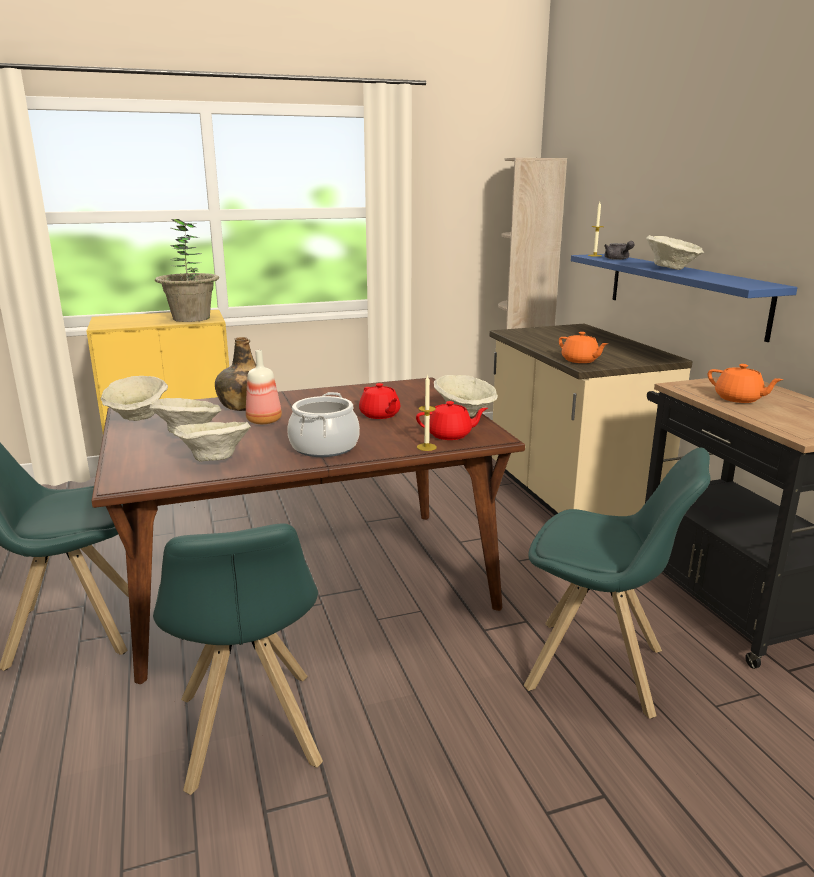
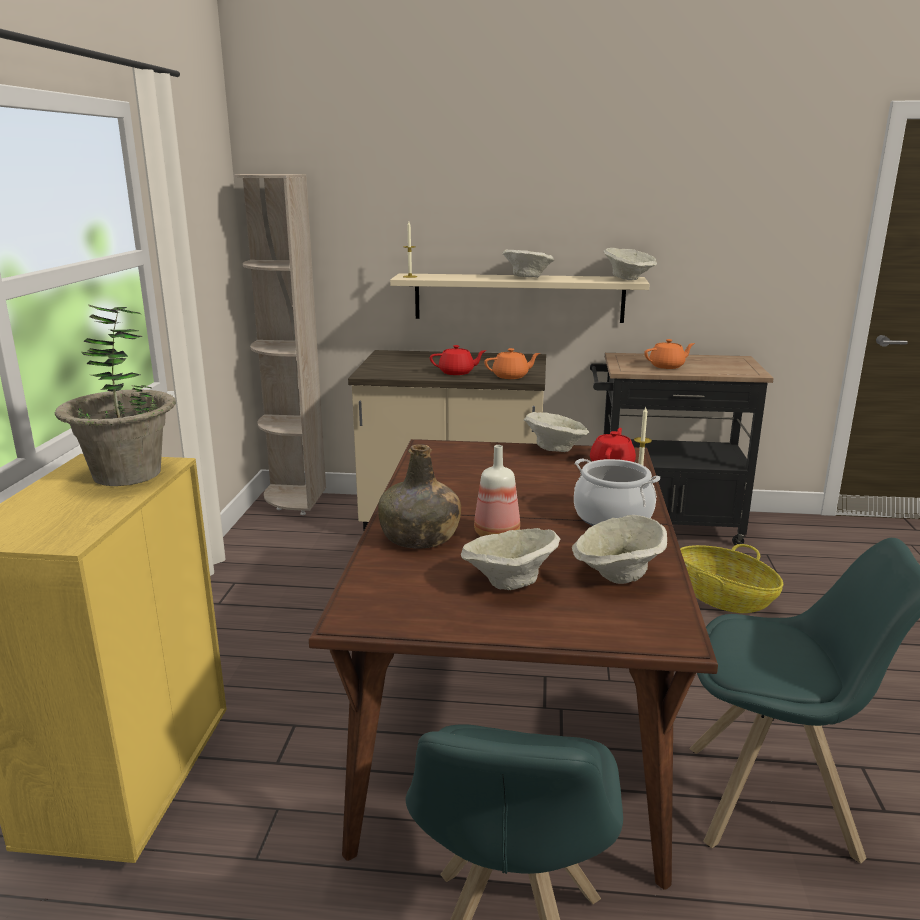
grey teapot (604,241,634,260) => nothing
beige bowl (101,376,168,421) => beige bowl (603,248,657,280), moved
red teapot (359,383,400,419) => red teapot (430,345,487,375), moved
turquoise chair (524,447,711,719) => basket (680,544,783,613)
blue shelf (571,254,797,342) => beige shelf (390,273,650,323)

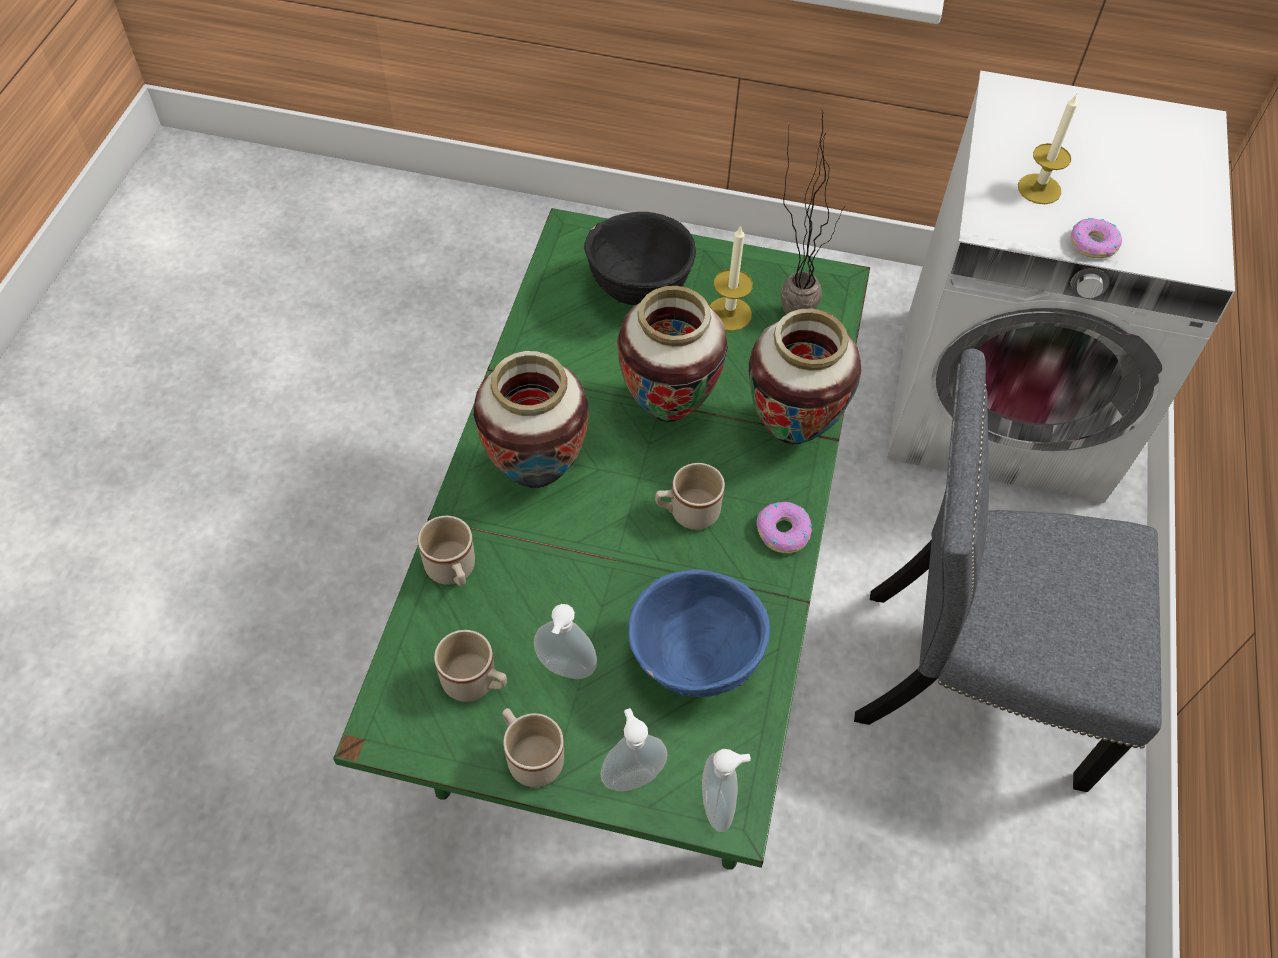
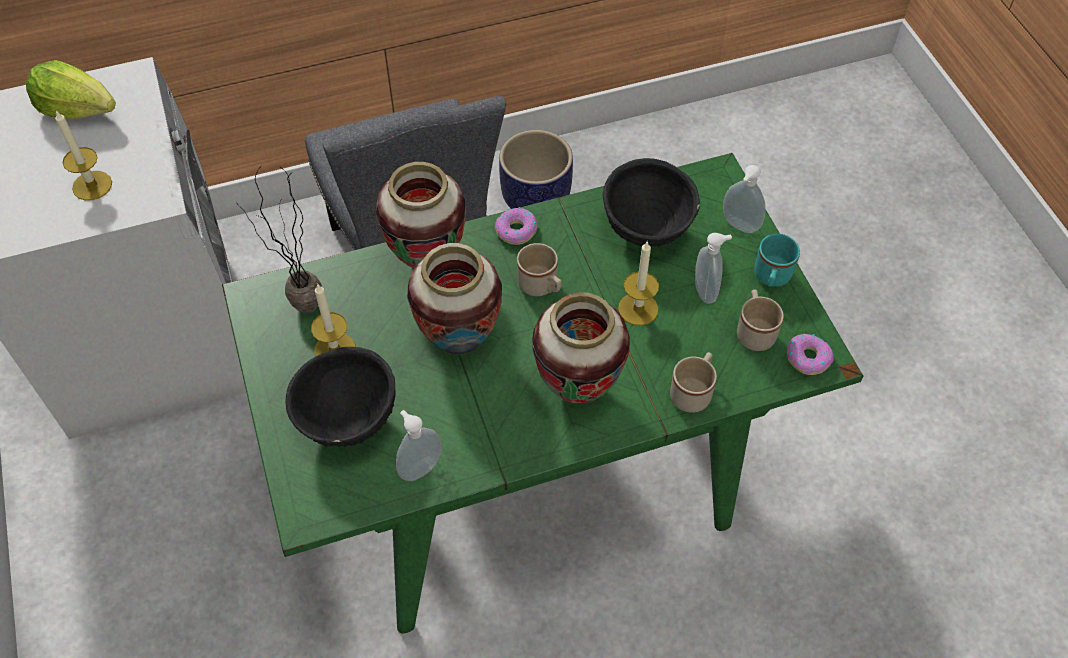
nothing => lettuce (26,60,116,119)
nothing => planter (499,130,573,209)
nothing => candle (618,242,659,326)
soap dispenser (702,749,751,832) => soap dispenser (396,410,442,481), moved
donut (1071,218,1122,258) => donut (787,334,834,375), moved
beige mug (502,708,564,787) => turquoise mug (754,234,800,287)
blue bowl (628,569,770,698) => black bowl (603,158,700,247)

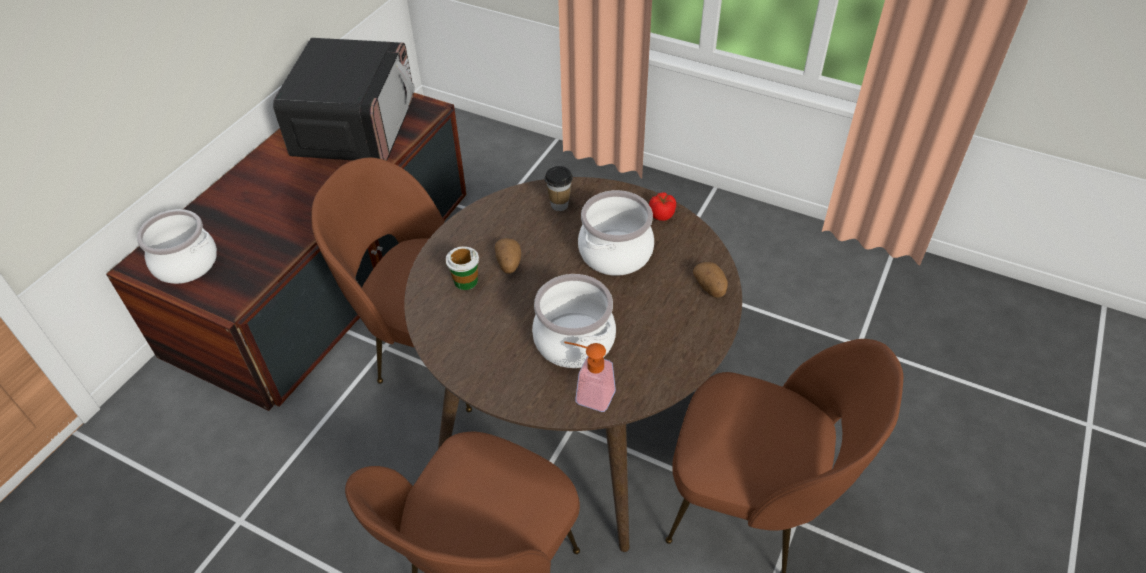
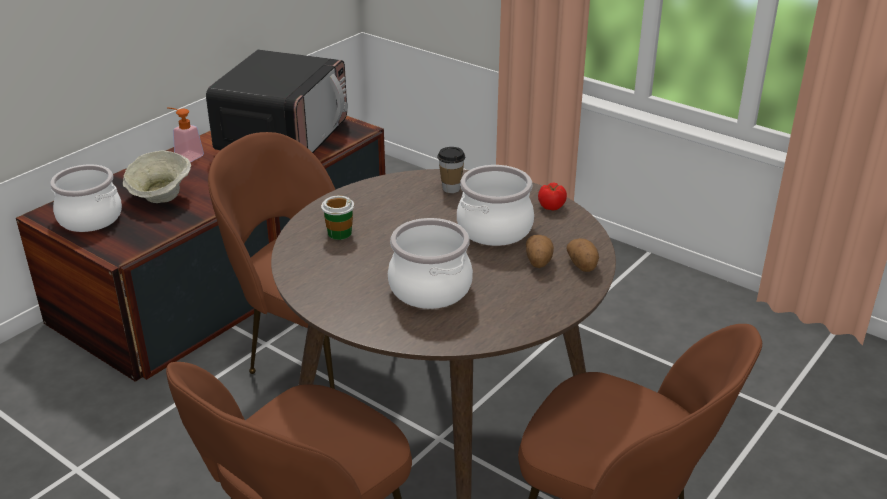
nothing => beige bowl (123,150,191,203)
potato (495,238,521,274) => potato (526,235,554,268), moved
soap dispenser (564,342,616,412) => soap dispenser (167,107,204,162), moved

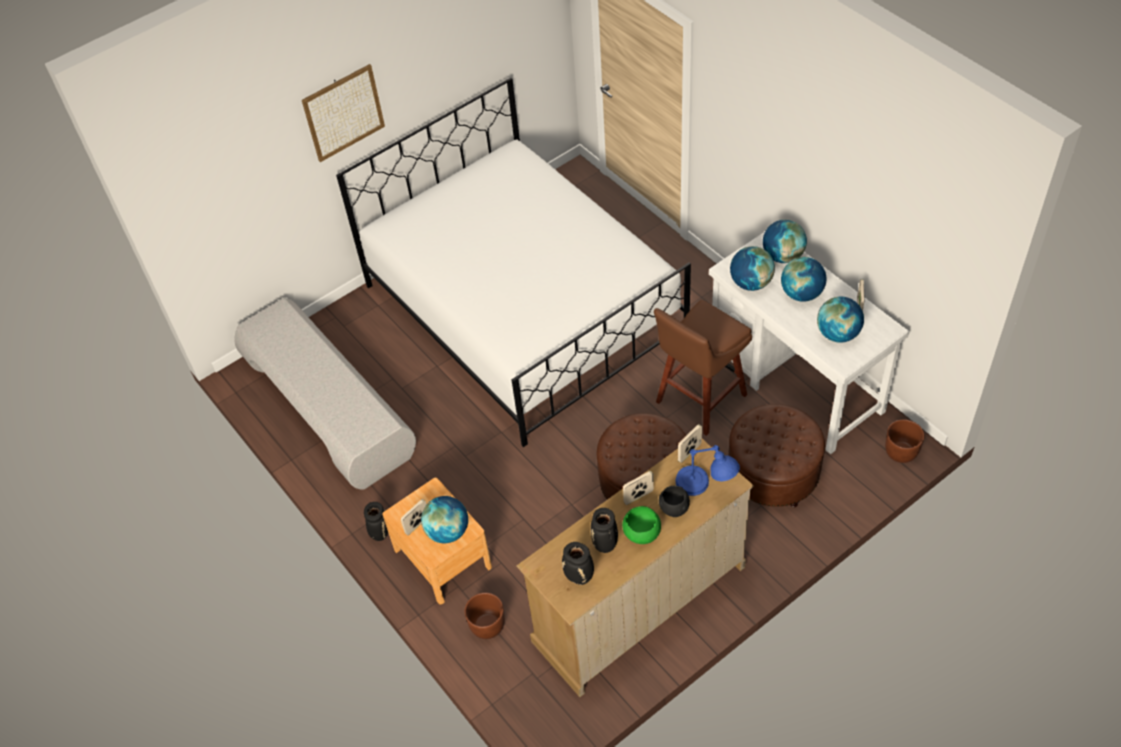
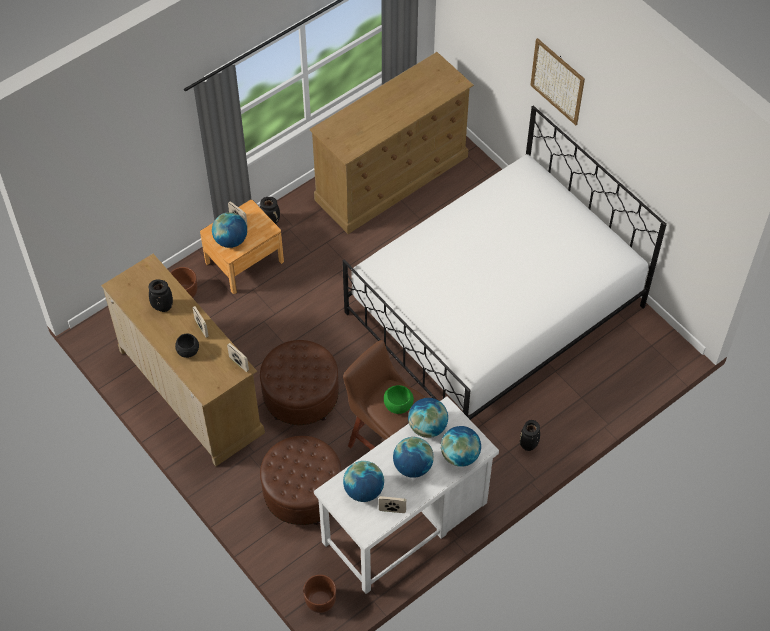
blue table lamp (676,445,740,496) => nothing
black vase (562,542,594,585) => black vase (520,420,540,451), moved
green bowl (622,506,661,544) => green bowl (384,385,414,414), moved
grey bench (234,298,416,490) => brown dresser (310,52,474,234)

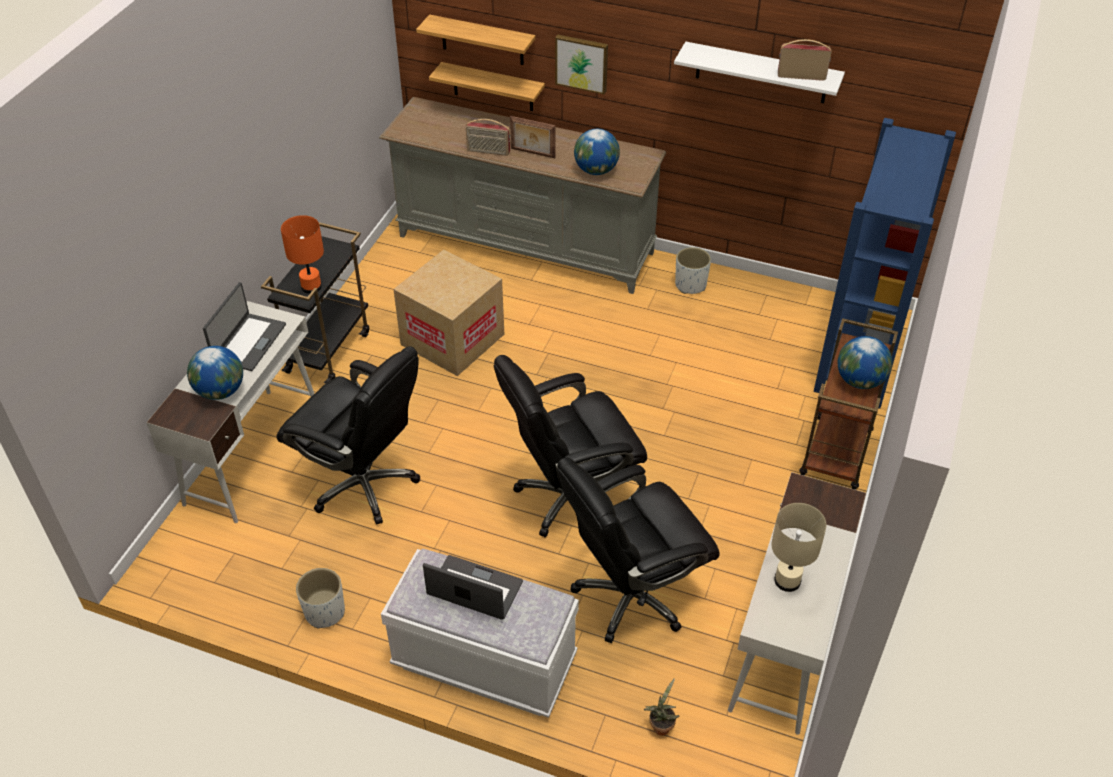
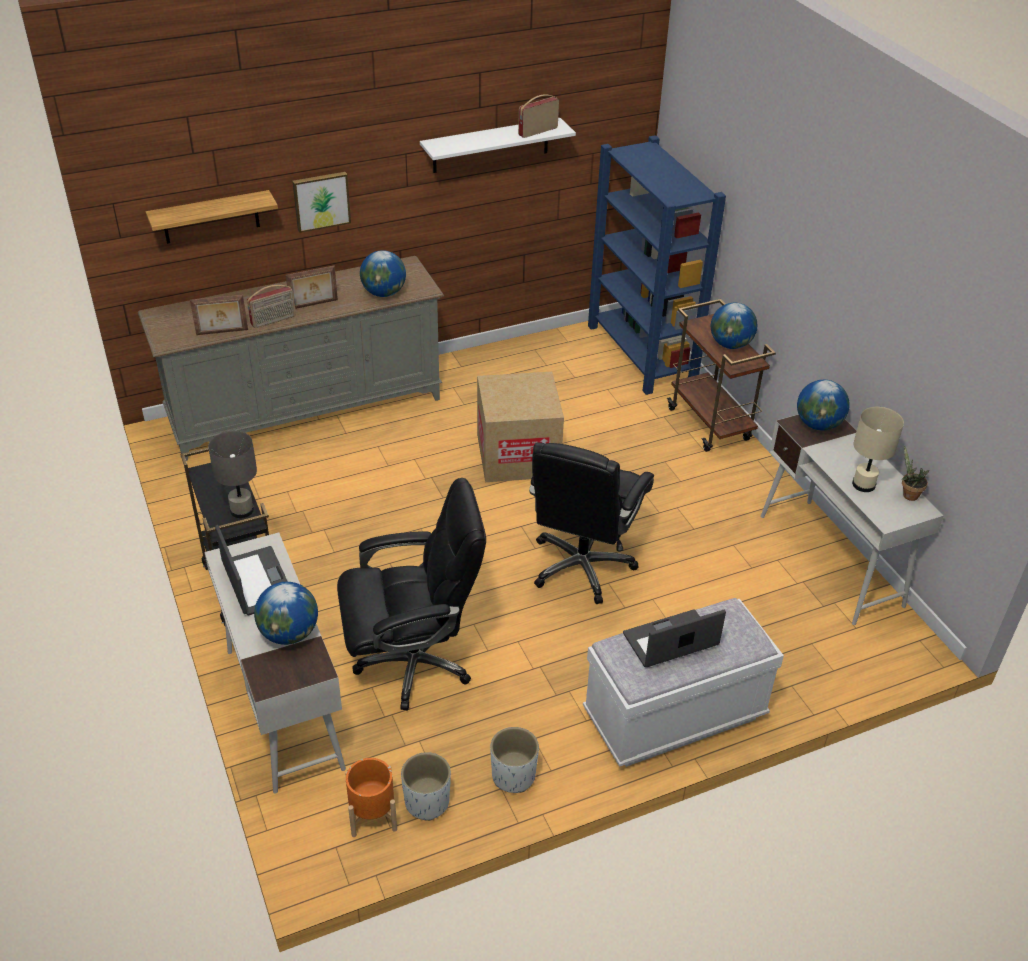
shelf (429,62,545,111) => nothing
black office chair (557,458,720,643) => nothing
nothing => picture frame (190,295,248,335)
nothing => orange planter (345,758,397,837)
nothing => globe (797,380,849,431)
cardboard box (393,250,504,376) => cardboard box (477,372,564,482), moved
potted plant (644,678,679,736) => potted plant (902,445,929,501), moved
white planter (675,247,711,294) => white planter (401,752,451,821), moved
orange table lamp (281,215,324,294) => grey table lamp (208,431,257,518)

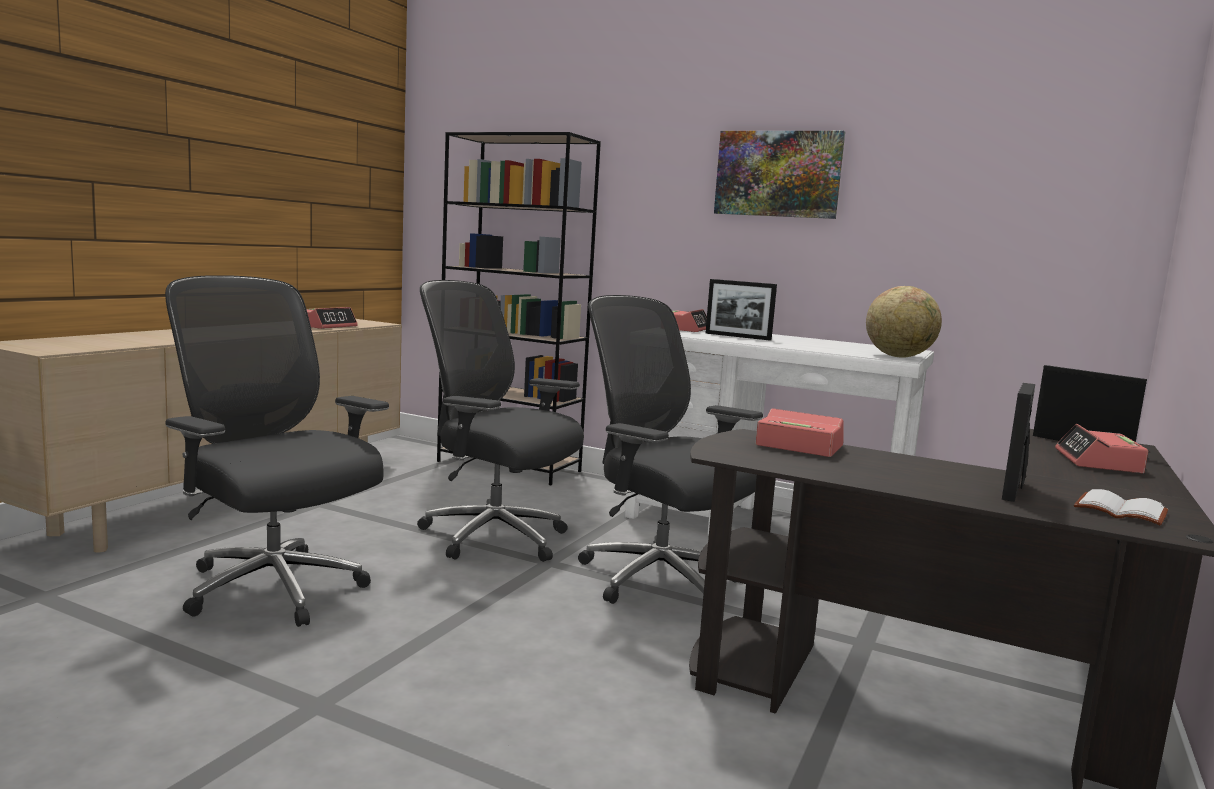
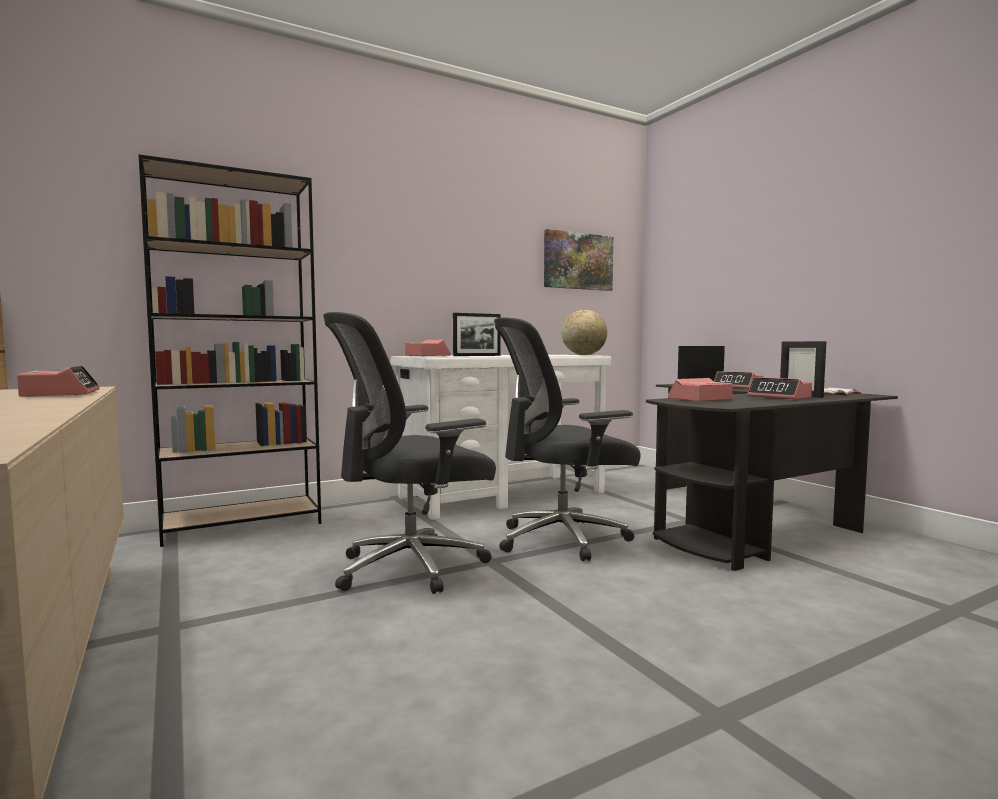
office chair (165,275,389,627) => nothing
nothing => alarm clock (748,377,812,400)
picture (714,131,845,219) => picture (544,229,613,291), moved

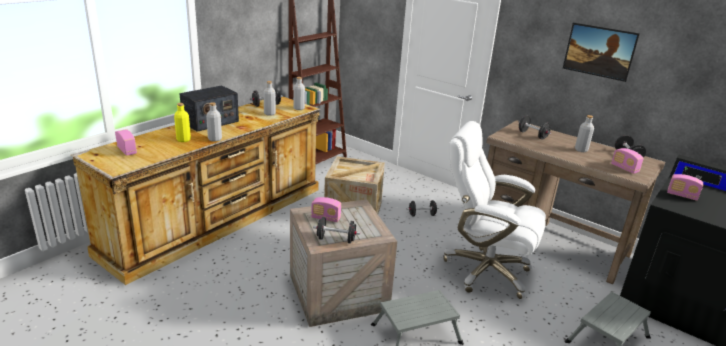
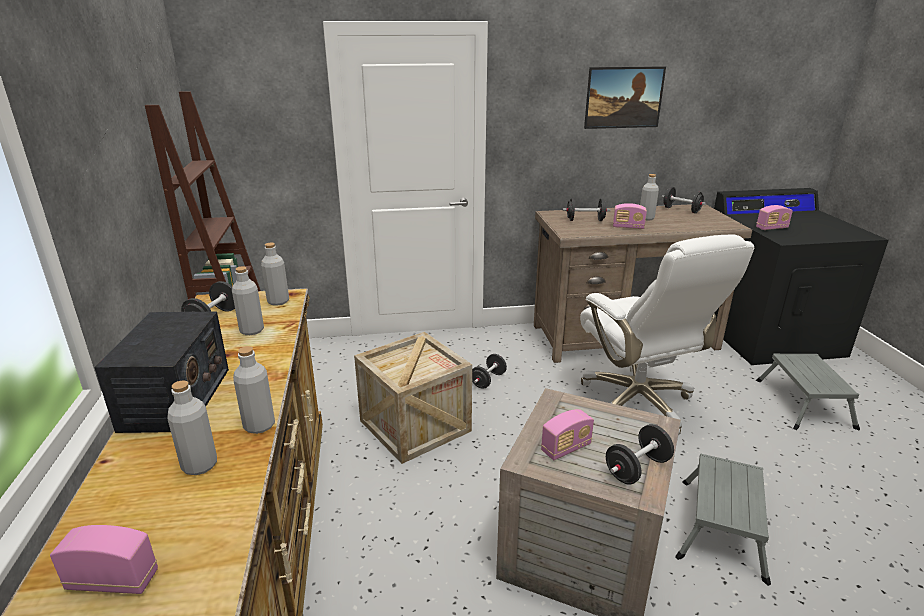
radio (611,148,644,174) => radio (613,203,647,229), moved
yellow bottle (174,103,191,142) => grey bottle (167,380,217,475)
white office chair (443,121,546,300) => white office chair (580,235,754,435), 90 degrees counterclockwise

